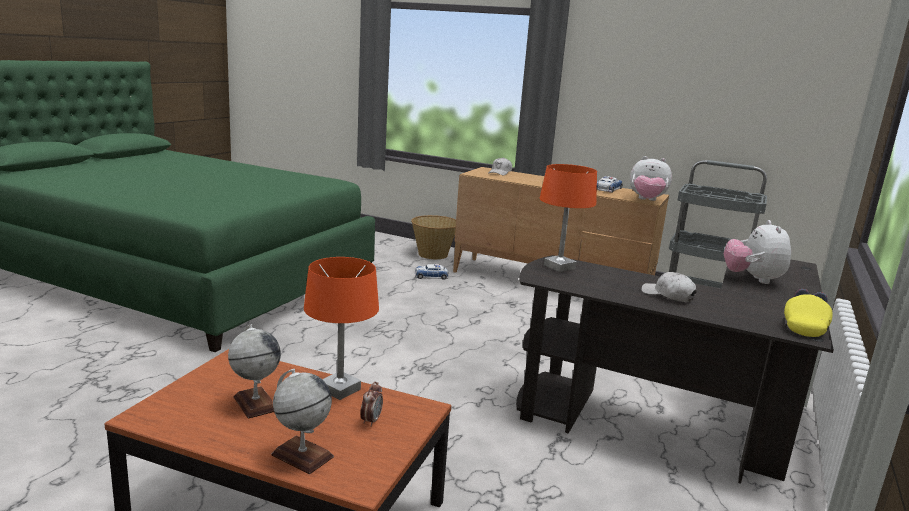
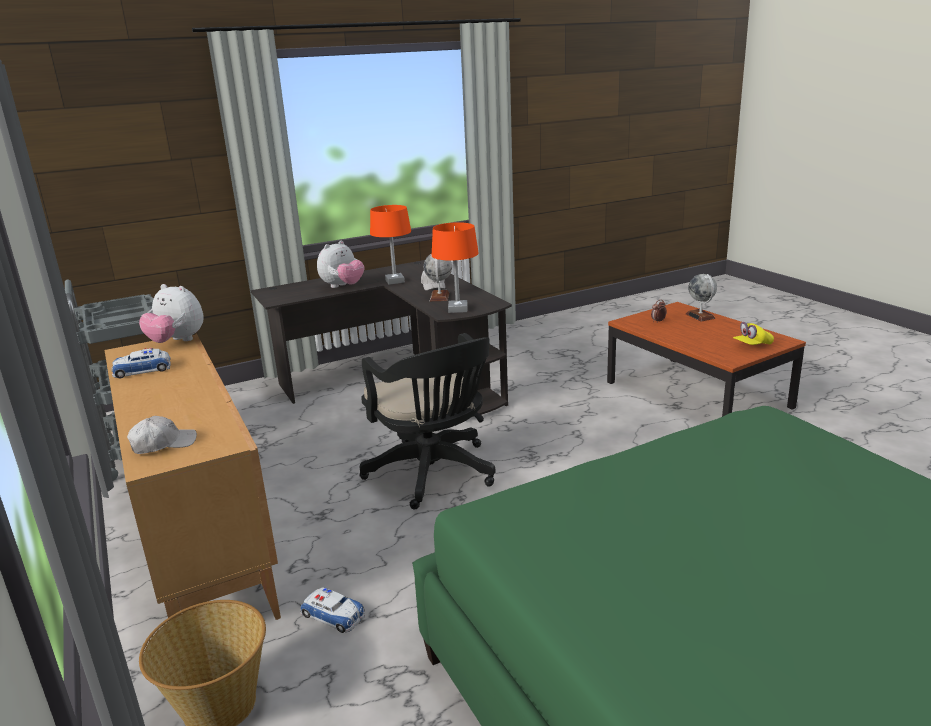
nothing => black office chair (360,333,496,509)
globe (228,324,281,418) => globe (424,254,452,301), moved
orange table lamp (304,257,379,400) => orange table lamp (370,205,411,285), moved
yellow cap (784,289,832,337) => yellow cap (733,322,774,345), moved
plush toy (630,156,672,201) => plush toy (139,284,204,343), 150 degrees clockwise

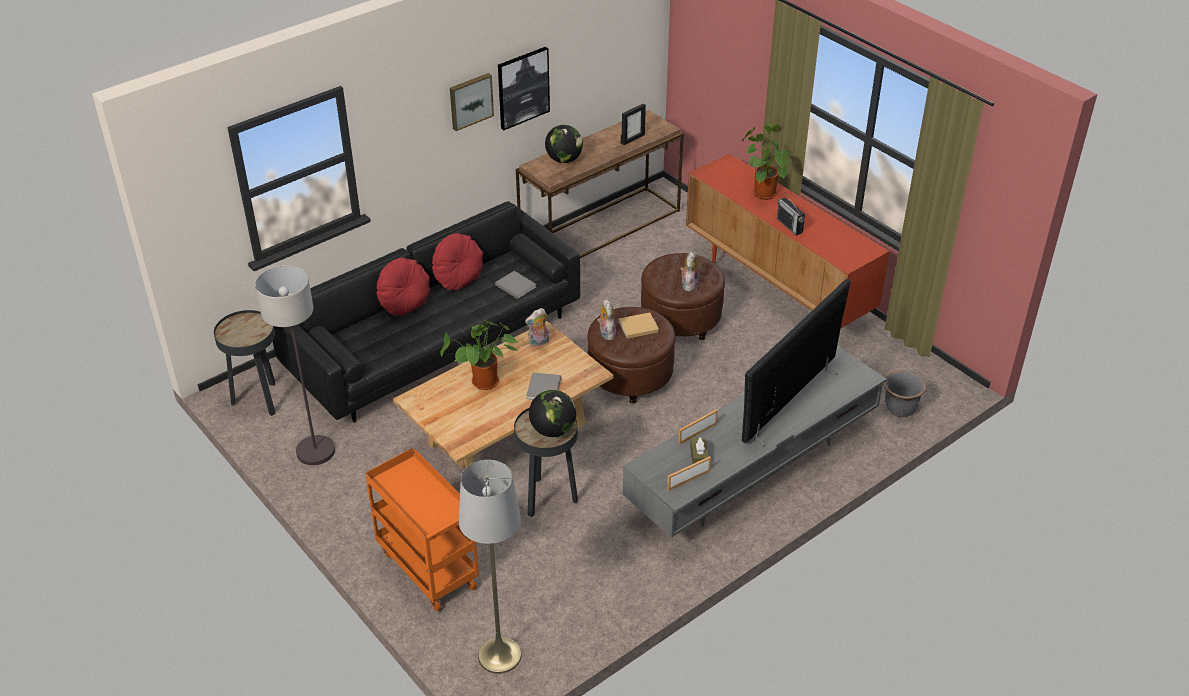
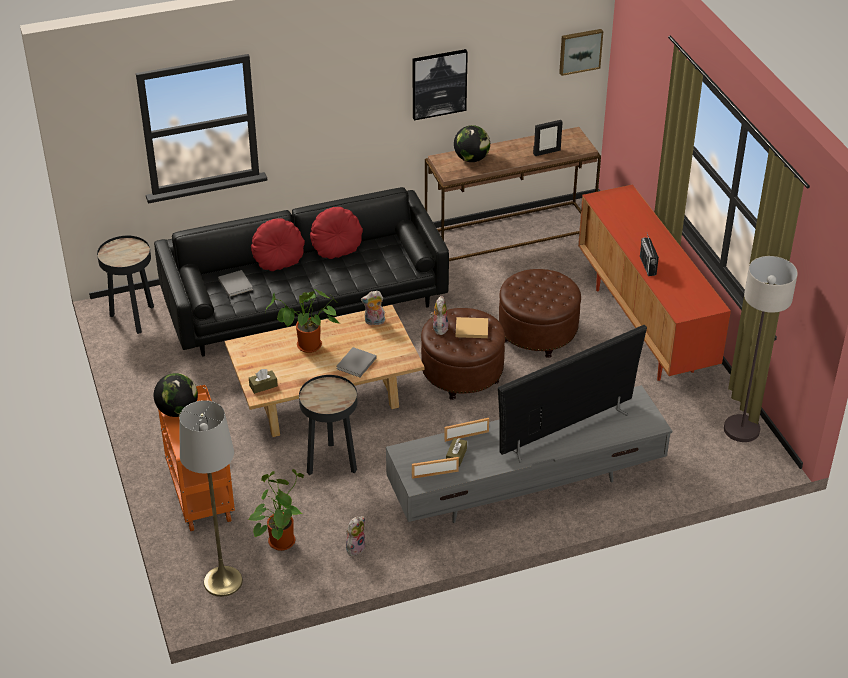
grey planter (883,370,926,417) => nothing
nothing => brown tissue box (249,369,278,394)
grey floor lamp (255,265,335,465) => grey floor lamp (724,256,798,442), moved
picture (450,73,494,131) => picture (559,29,603,76), moved
grey book (495,271,537,299) => grey book (218,270,253,297), moved
globe (529,390,576,437) => globe (154,373,198,417), moved
plush toy (680,252,698,291) => plush toy (346,516,365,556), moved
potted plant (742,123,792,200) => potted plant (248,469,304,551), moved

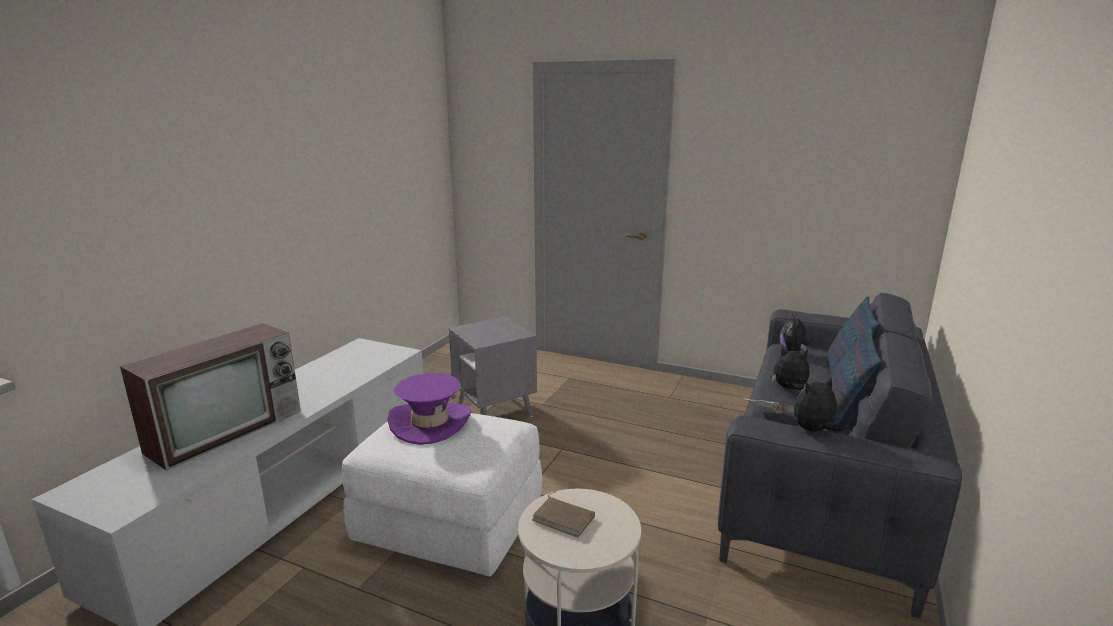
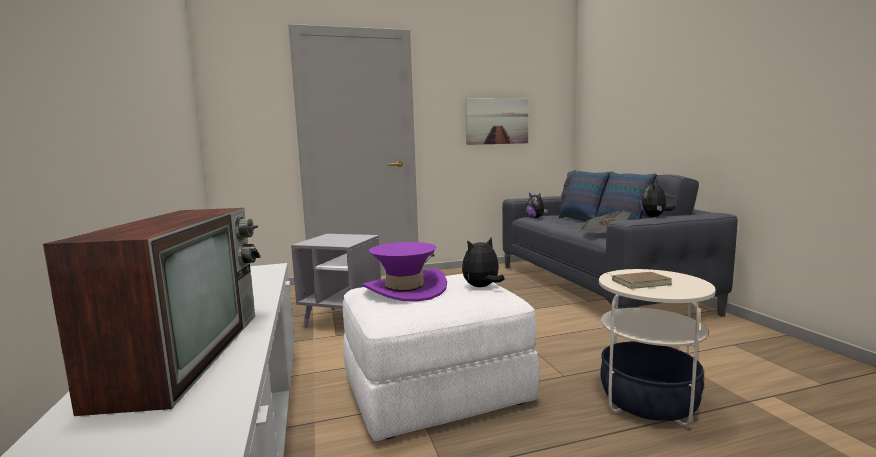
nothing => picture (466,98,528,145)
plush toy (772,347,809,390) => plush toy (462,237,504,287), moved

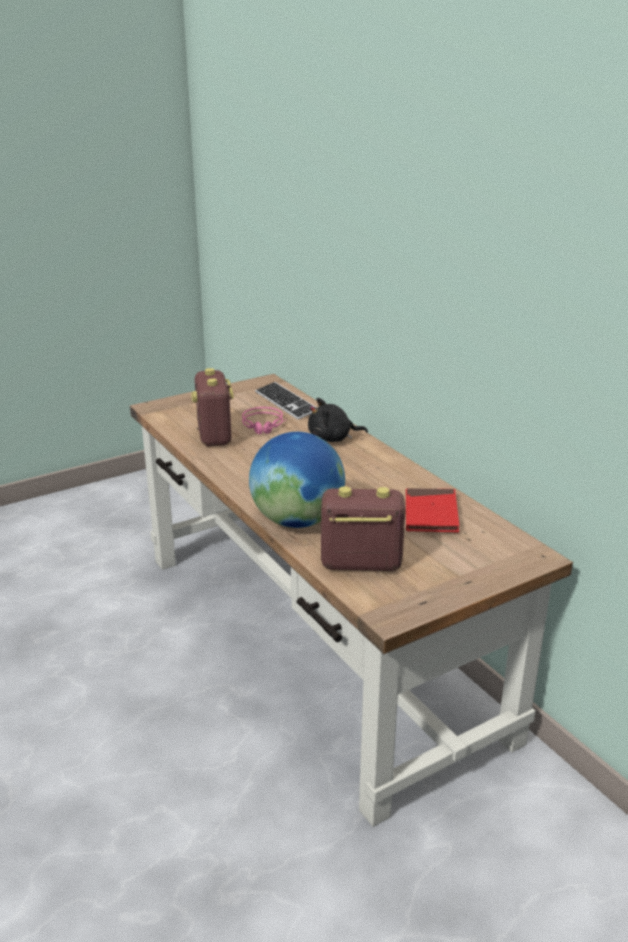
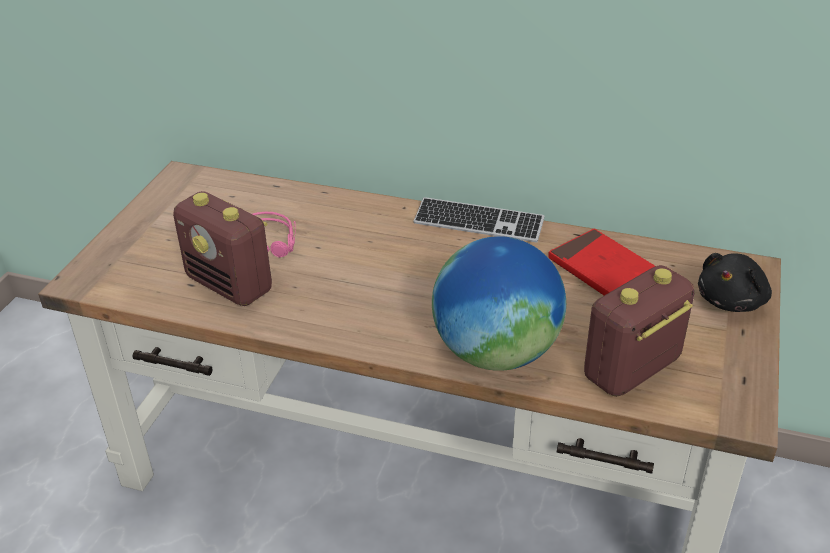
keyboard (255,382,317,420) => keyboard (414,197,545,242), moved
black plush toy (308,398,368,442) => black plush toy (698,253,772,312), moved

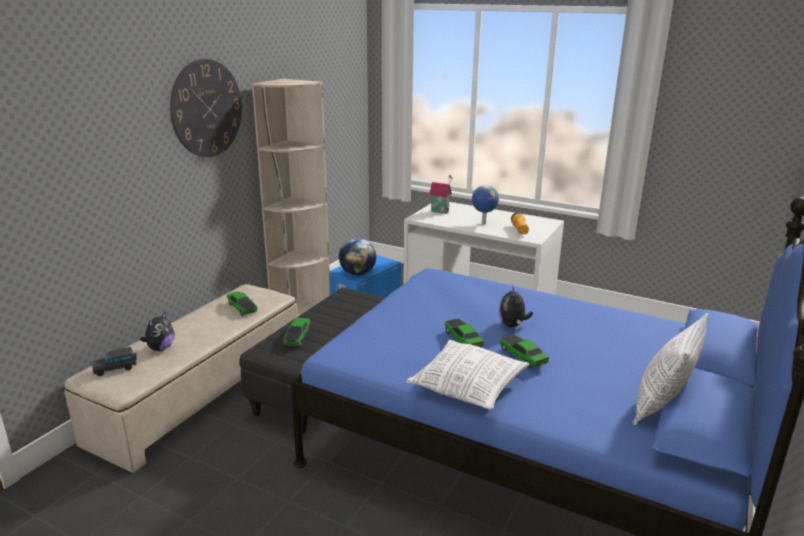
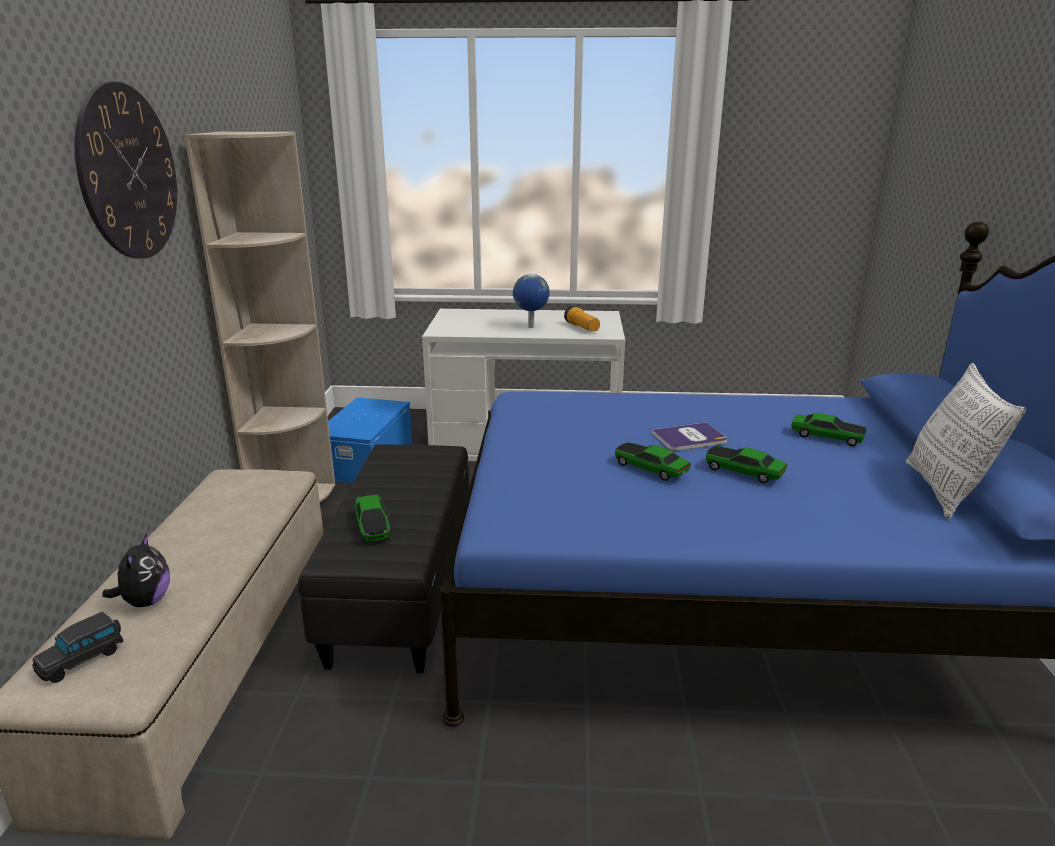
globe (339,238,376,276) => nothing
pillow (406,340,529,410) => nothing
toy house (429,175,453,214) => nothing
toy car (227,291,257,316) => toy car (791,413,867,446), moved
plush toy (499,287,533,327) => book (651,422,727,451)

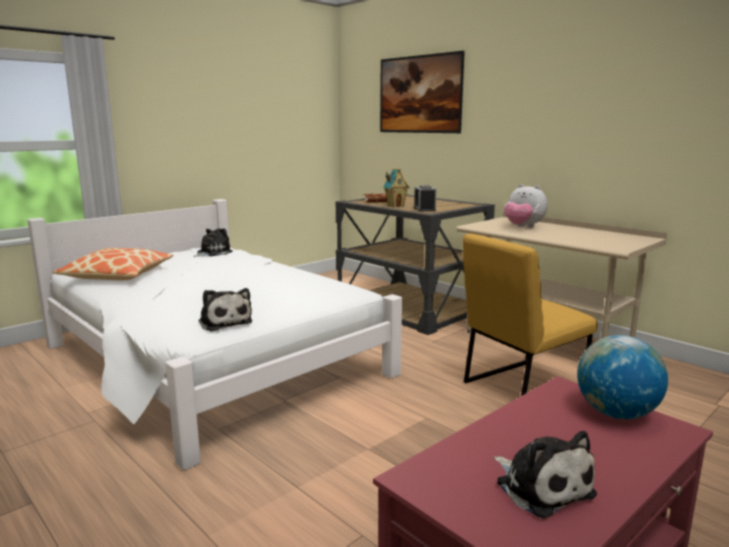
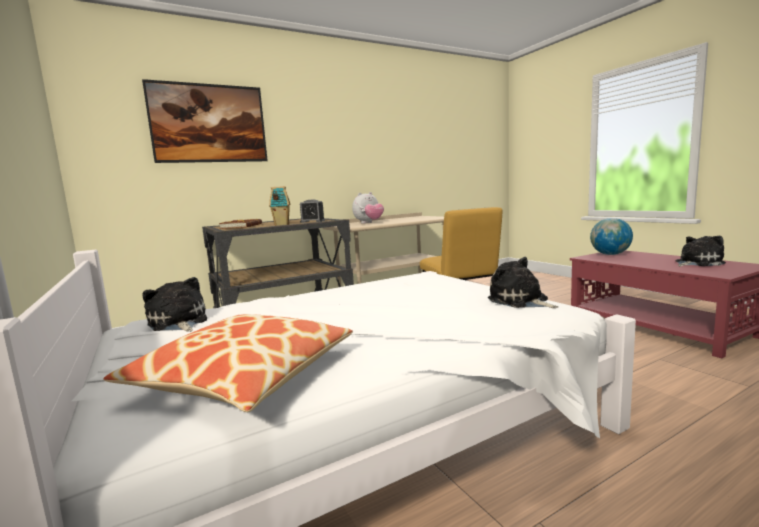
plush toy (199,288,253,332) => plush toy (488,257,558,308), 105 degrees counterclockwise

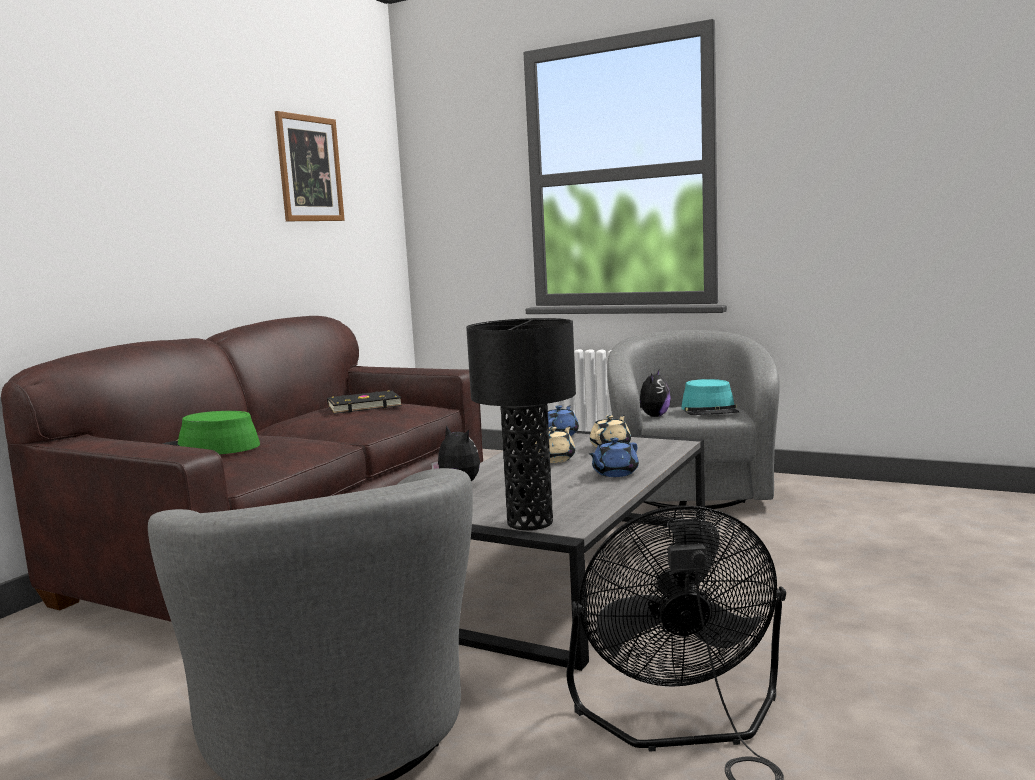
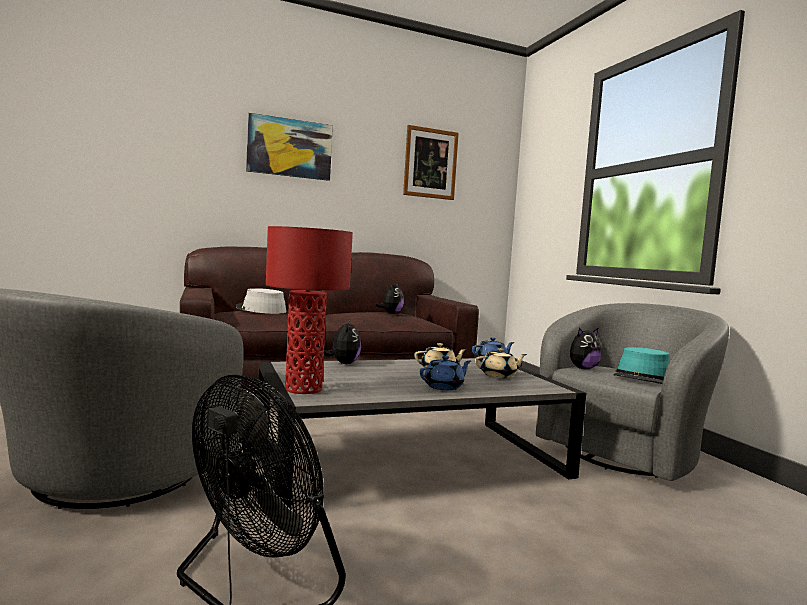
nothing => picture (246,113,333,181)
black book (327,390,402,414) => plush toy (375,283,404,314)
green hat (163,411,260,454) => grey hat (236,288,286,314)
black table lamp (466,318,576,530) => red table lamp (266,226,353,394)
blue teapot (589,438,639,477) => blue teapot (420,356,471,390), 150 degrees clockwise

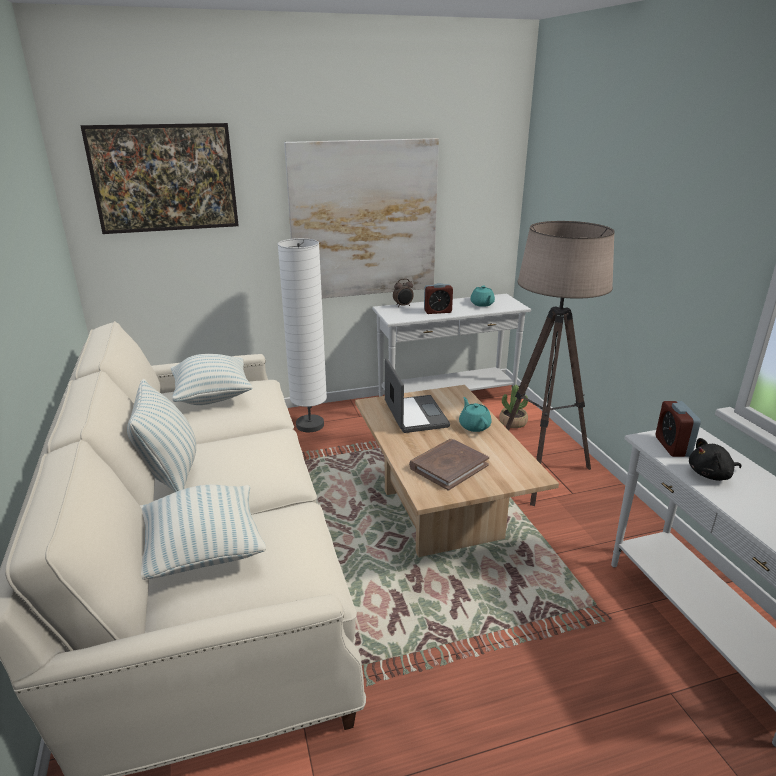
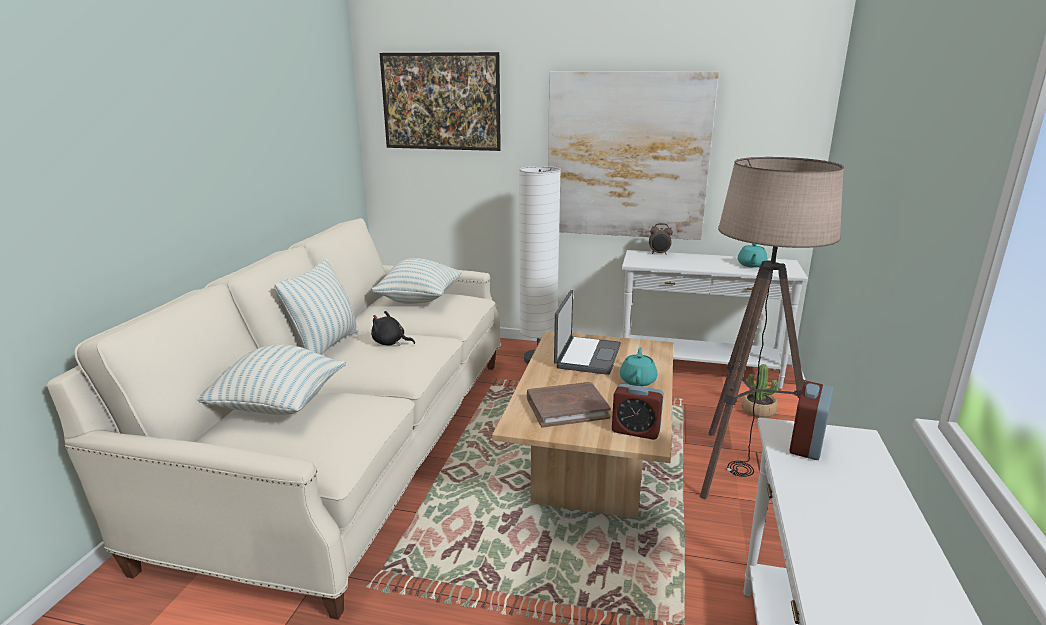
alarm clock (424,283,453,314) => alarm clock (612,384,664,440), moved
black plush toy (689,438,742,481) => black plush toy (371,311,415,346), moved

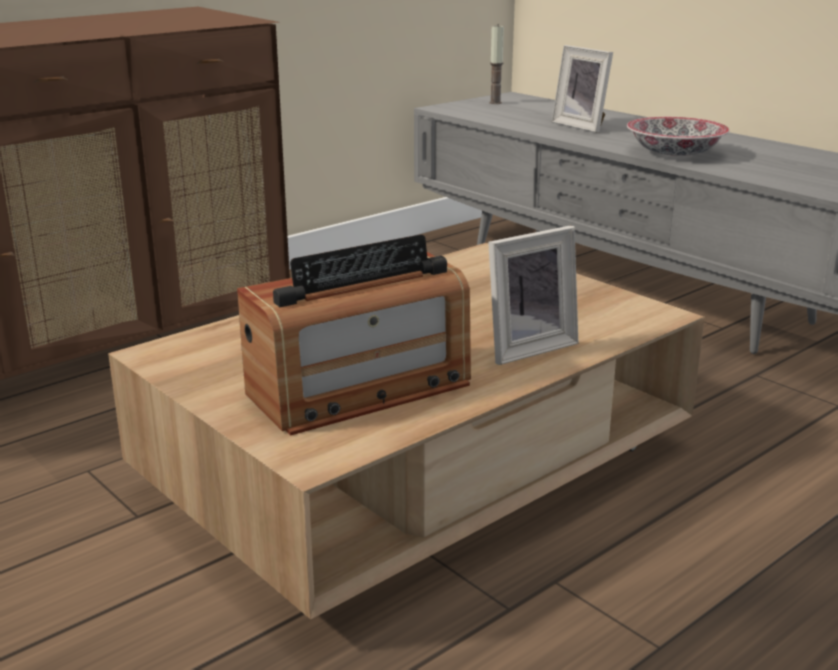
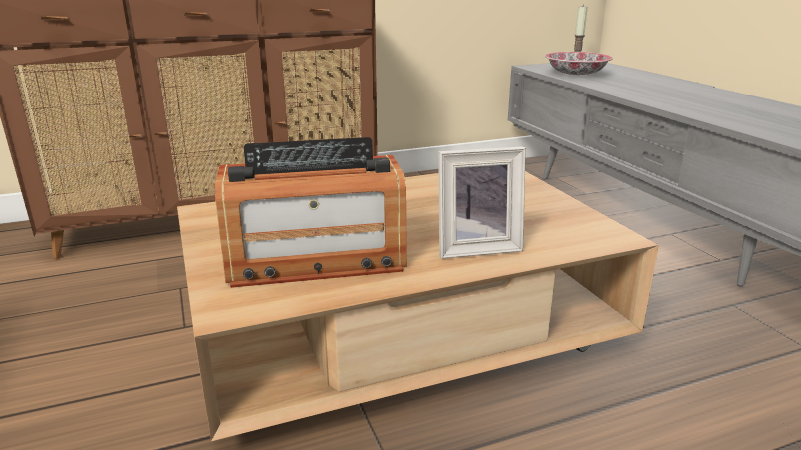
picture frame (552,45,613,133) => nothing
bowl (627,117,729,156) => bowl (545,52,613,75), moved

